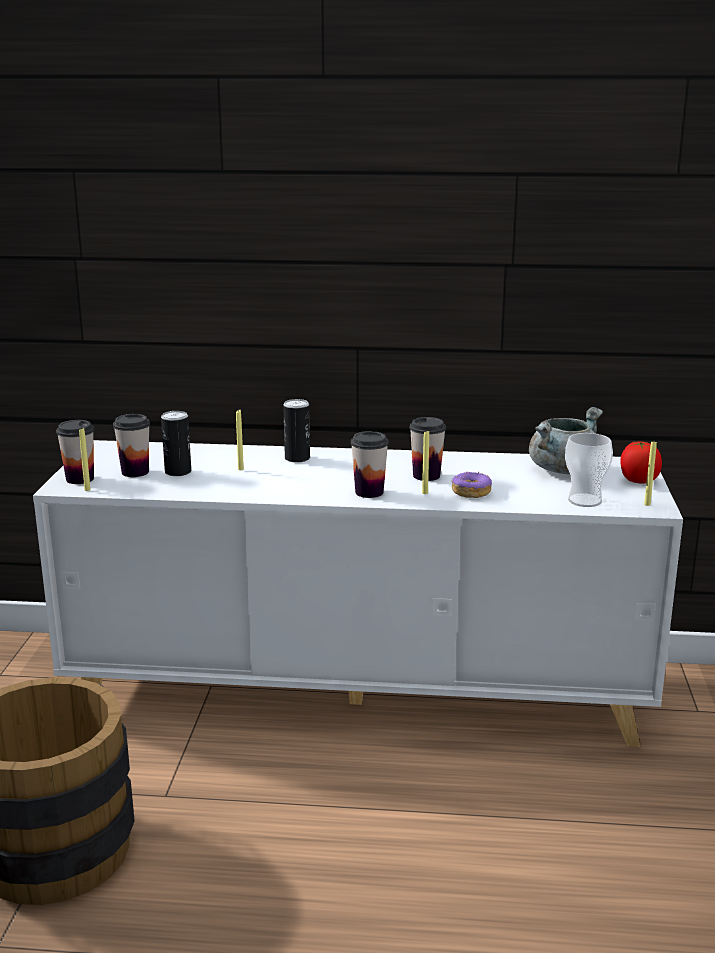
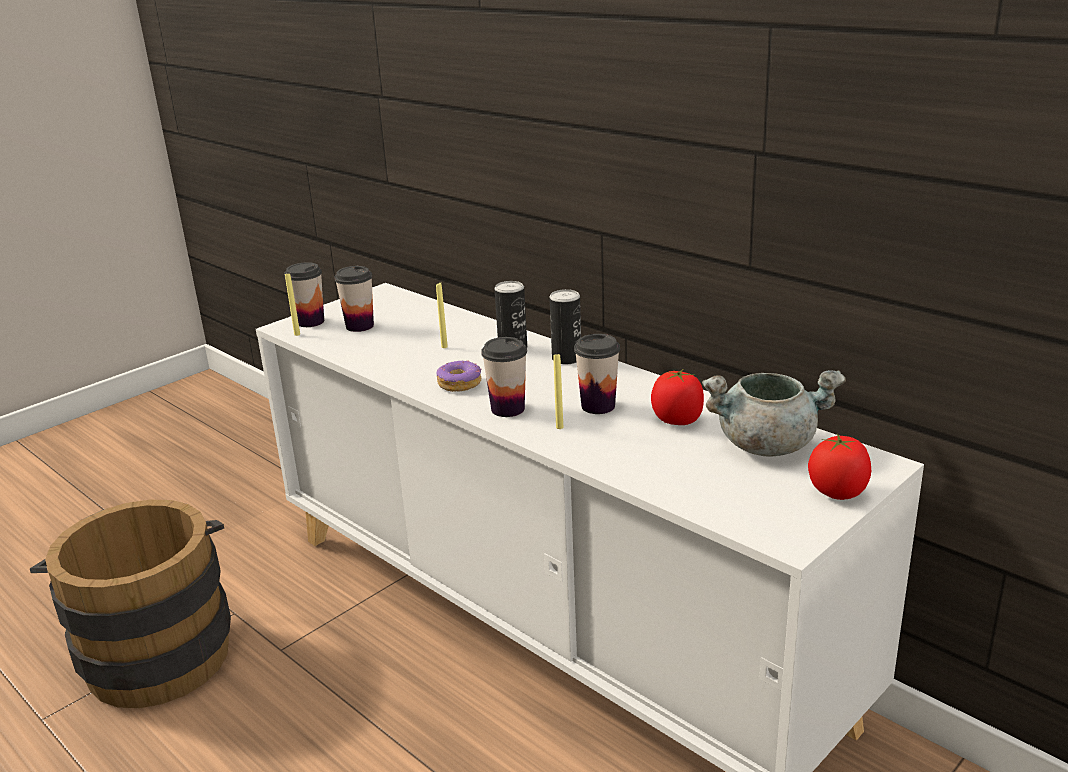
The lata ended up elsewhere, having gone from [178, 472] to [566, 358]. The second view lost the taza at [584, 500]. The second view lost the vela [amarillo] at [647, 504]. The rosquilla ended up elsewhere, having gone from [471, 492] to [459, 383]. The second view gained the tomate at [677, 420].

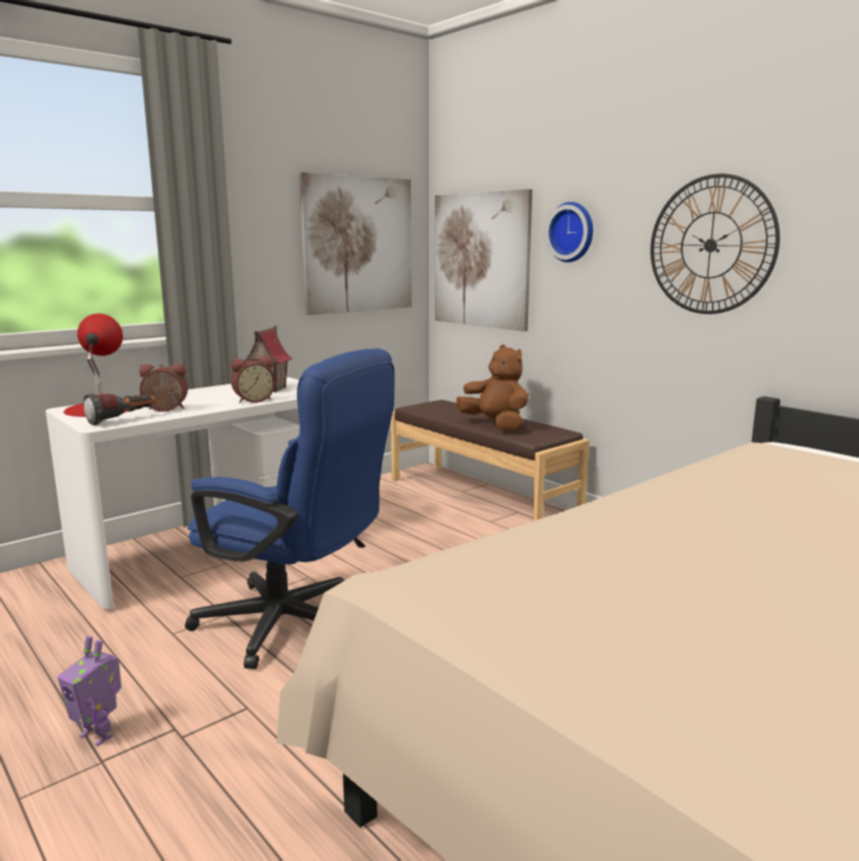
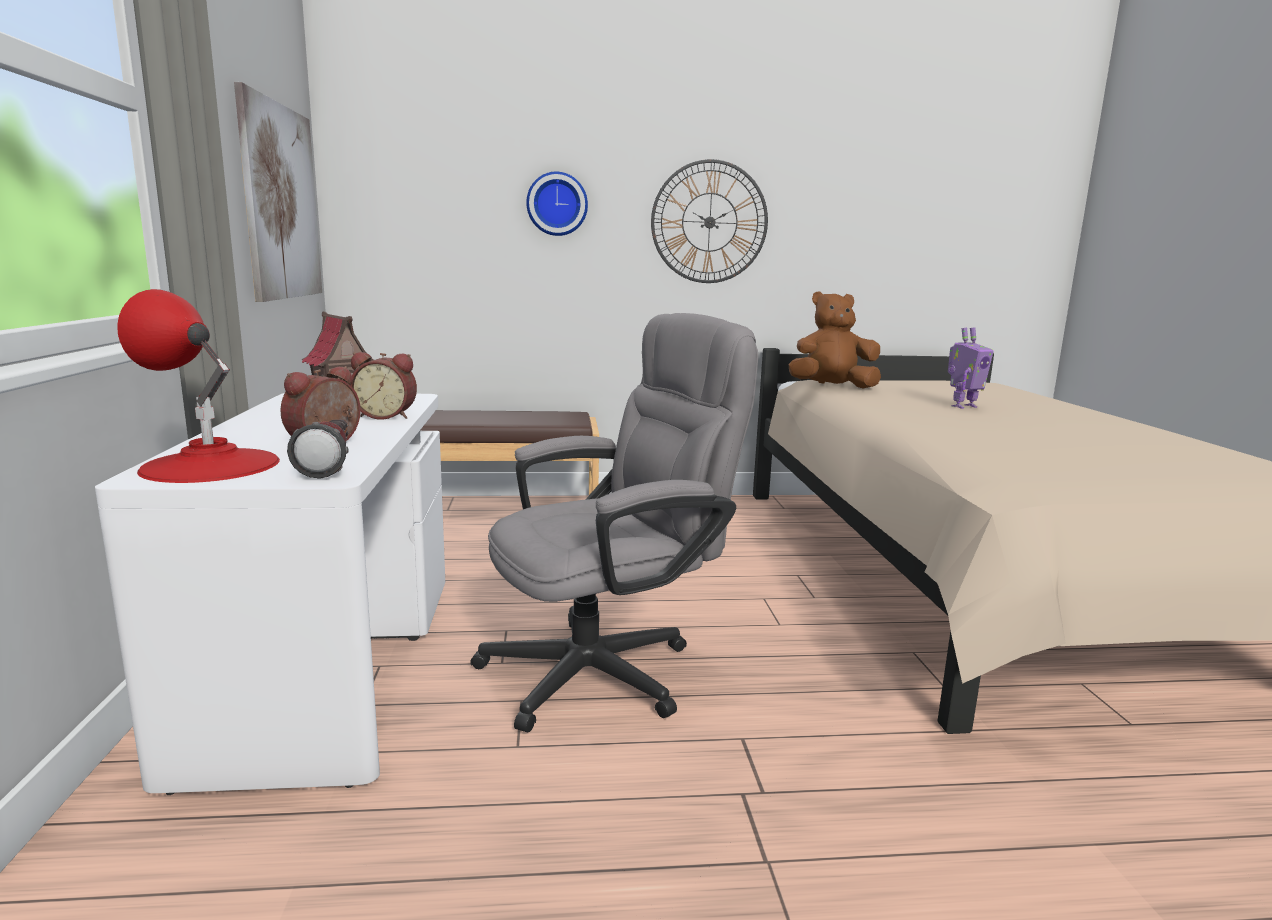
The second view lost the cuadro at [481, 260]. The peluche [marrón] ended up elsewhere, having gone from [495, 425] to [831, 387]. What was the silla de oficina [azul] at [295, 626] turned into the silla de oficina [gris] at [608, 668]. The despertador at [253, 400] ended up facing another way, 90 degrees clockwise from before. The robot de juguete ended up elsewhere, having gone from [98, 735] to [962, 406].

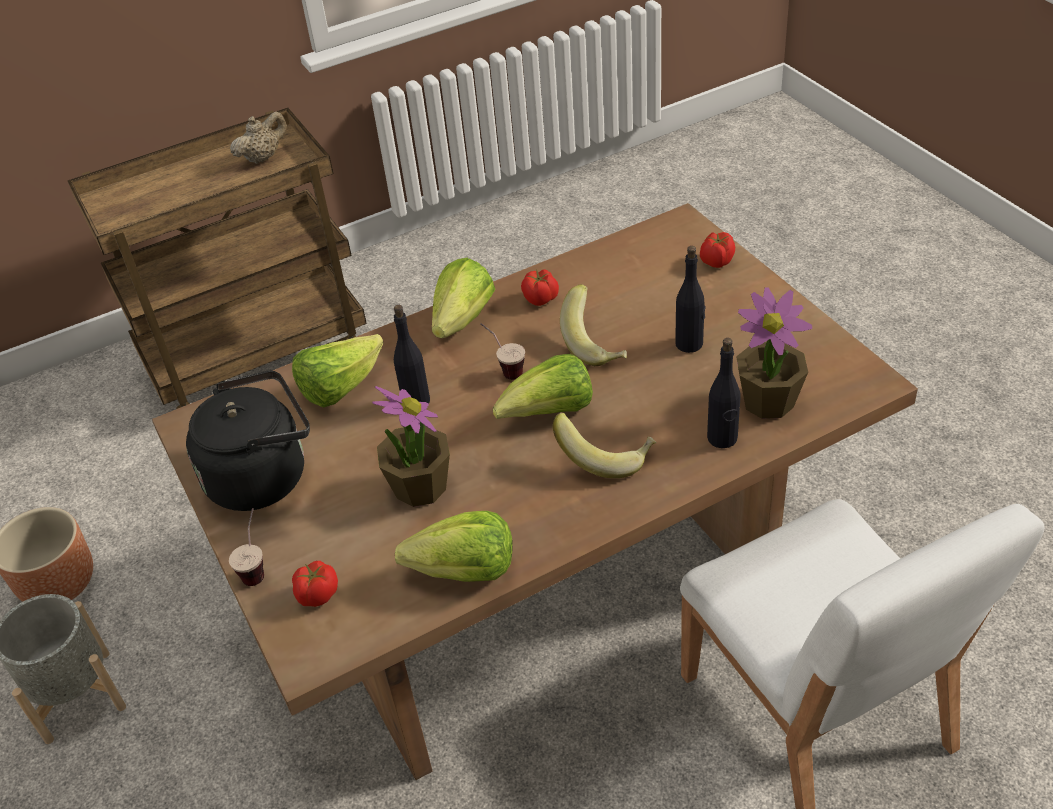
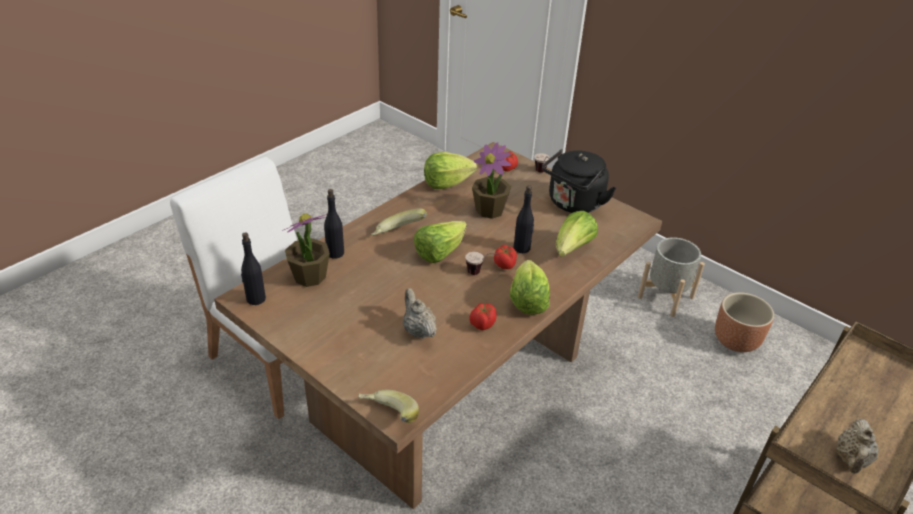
The tomate ended up elsewhere, having gone from [716, 261] to [505, 265]. The botella [negro] ended up elsewhere, having gone from [689, 344] to [255, 299]. The plátano ended up elsewhere, having gone from [596, 344] to [387, 418]. The second view gained the tetera [beis] at [418, 330].

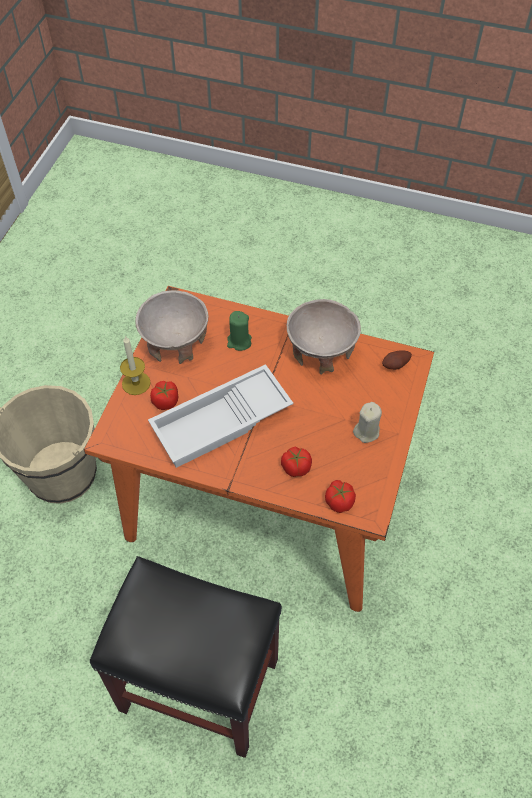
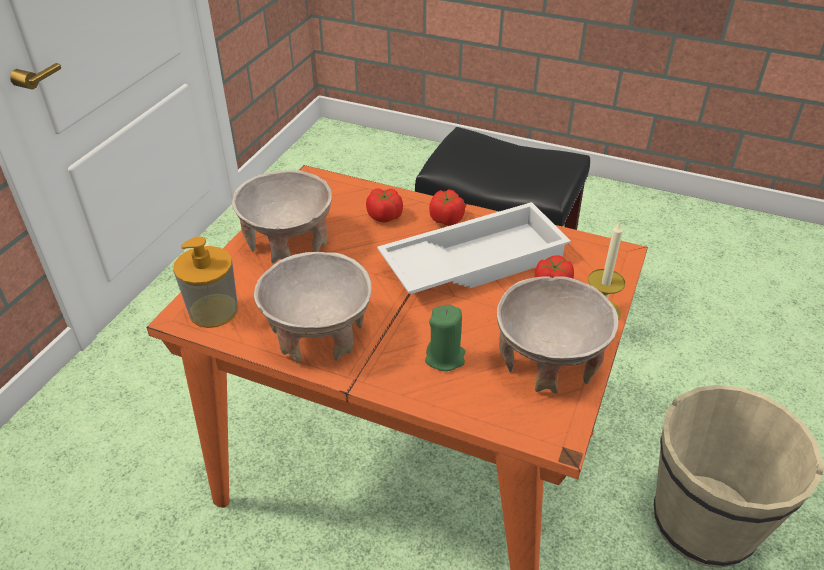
Where the patata stood at [396, 365], the dispensador de jabón came to stand at [213, 311]. Where the vela [beis] stood at [366, 431], the cuenco [beis] came to stand at [288, 242]. The tomate ended up elsewhere, having gone from [339, 501] to [446, 219].

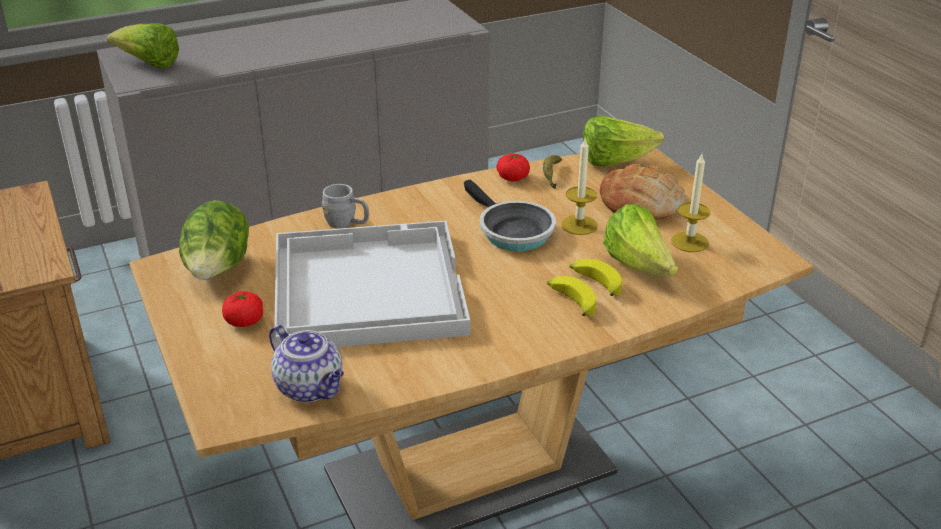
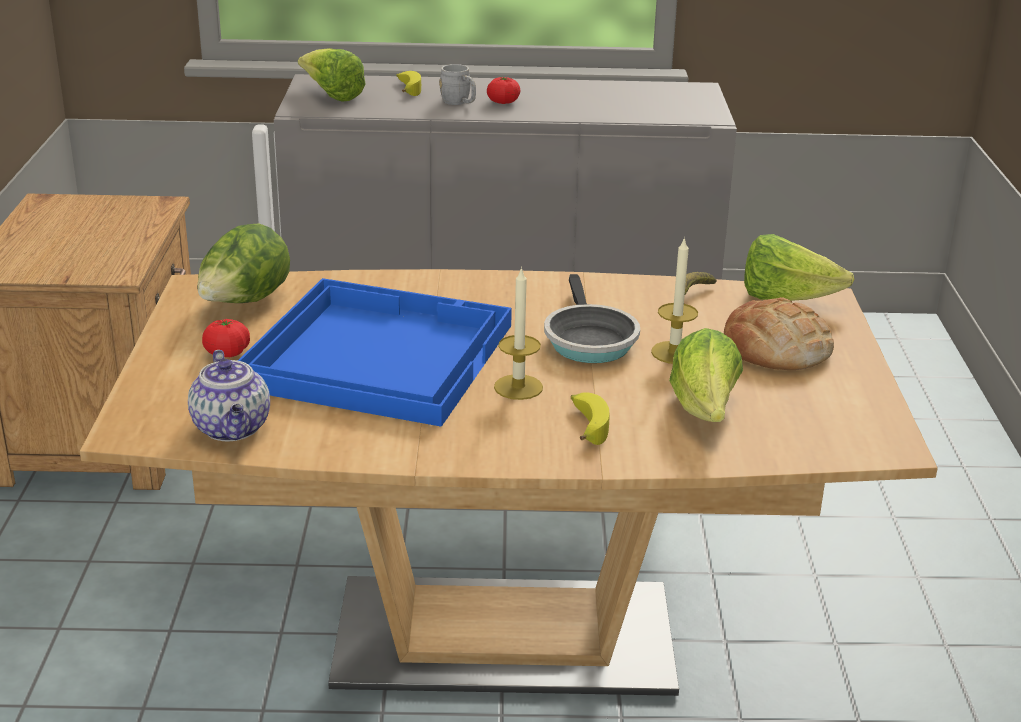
The tomate ended up elsewhere, having gone from [512, 178] to [503, 102]. The vela ended up elsewhere, having gone from [689, 242] to [518, 387]. The taza grande [gris] ended up elsewhere, having gone from [347, 224] to [459, 103]. What was the bandeja [blanco] at [366, 287] turned into the bandeja [azul] at [376, 354]. The plátano ended up elsewhere, having gone from [595, 283] to [407, 89].

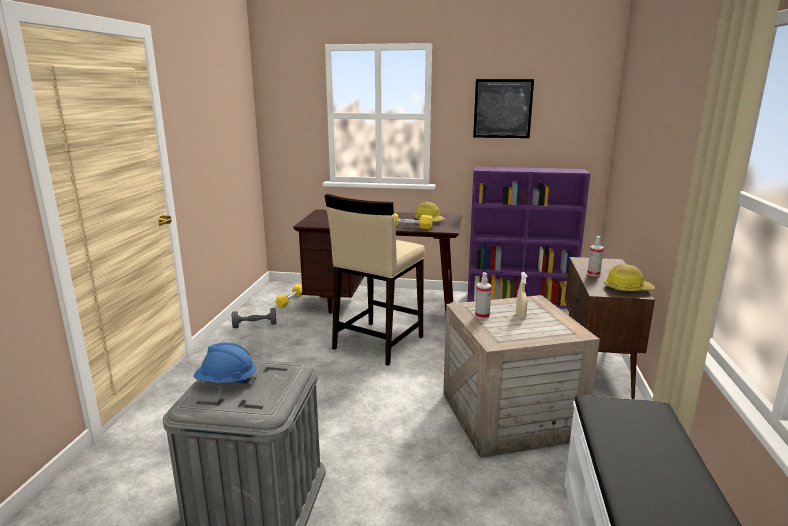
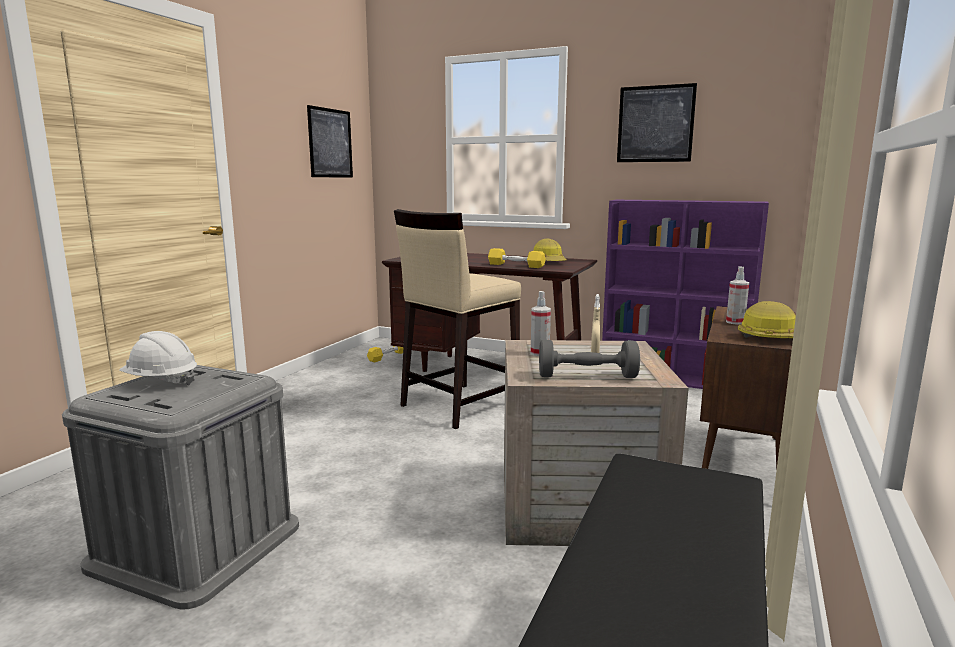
The mancuerna [gris] ended up elsewhere, having gone from [255, 325] to [587, 376]. What was the casco [azul] at [226, 382] turned into the casco [blanco] at [161, 382]. The second view gained the cuadro at [330, 143].

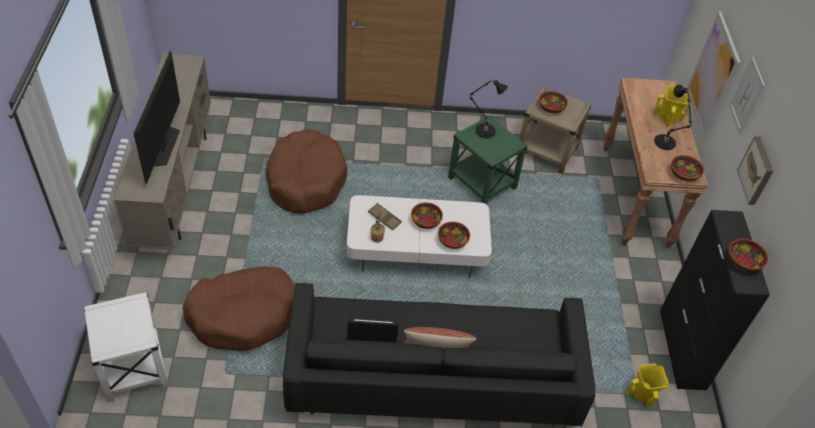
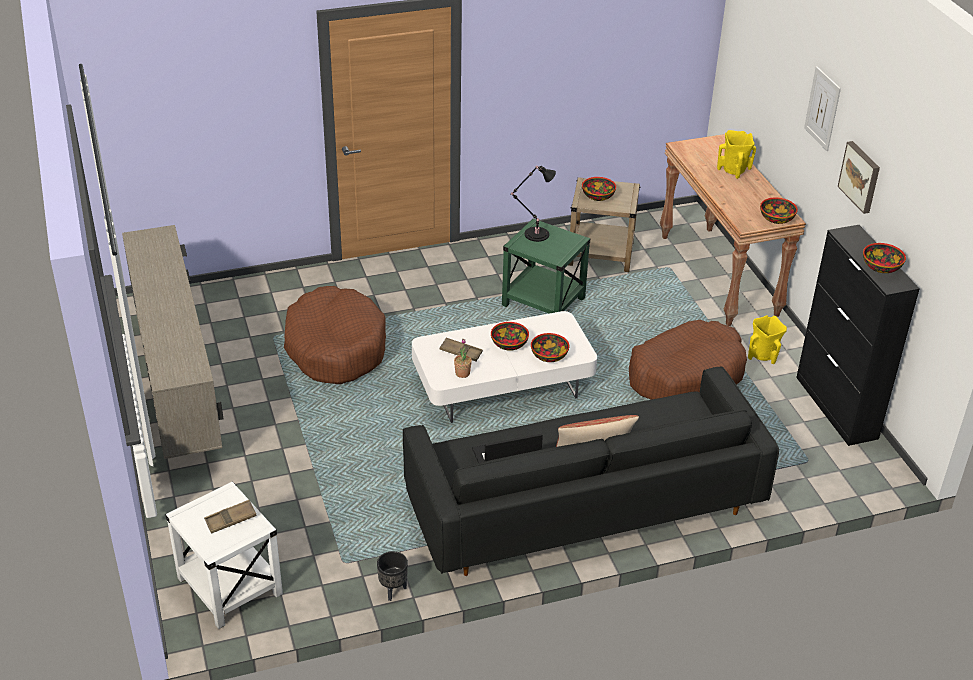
The second view lost the cuadro at [713, 76]. The second view lost the televisor at [162, 146]. The second view lost the lámpara de mesa [negro] at [665, 143]. The cama para perro [marrón] ended up elsewhere, having gone from [244, 315] to [686, 376]. The florero [amarillo] ended up elsewhere, having gone from [642, 394] to [763, 355]. The second view gained the bandeja [marrón] at [230, 519]. The second view gained the maceta [negro] at [392, 591].

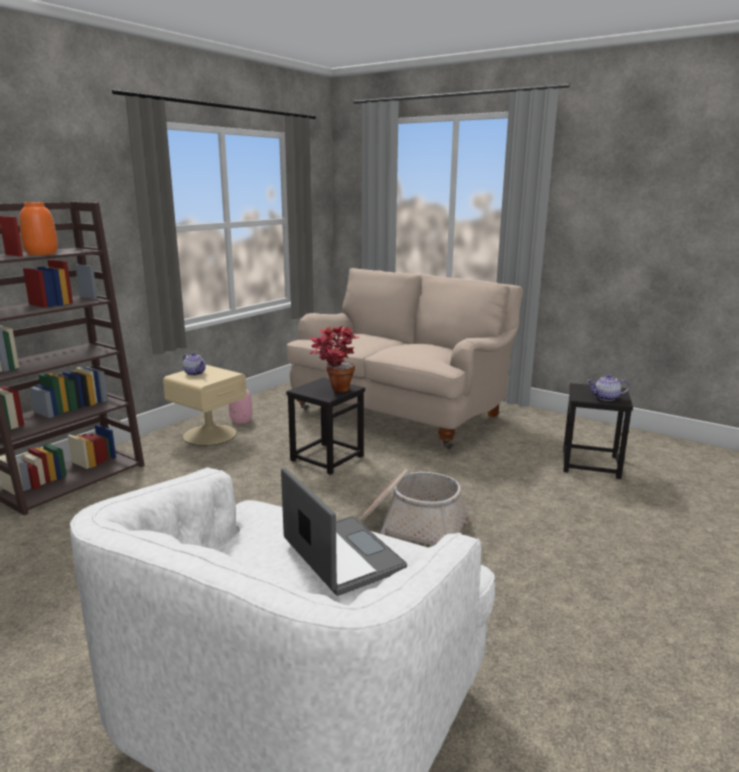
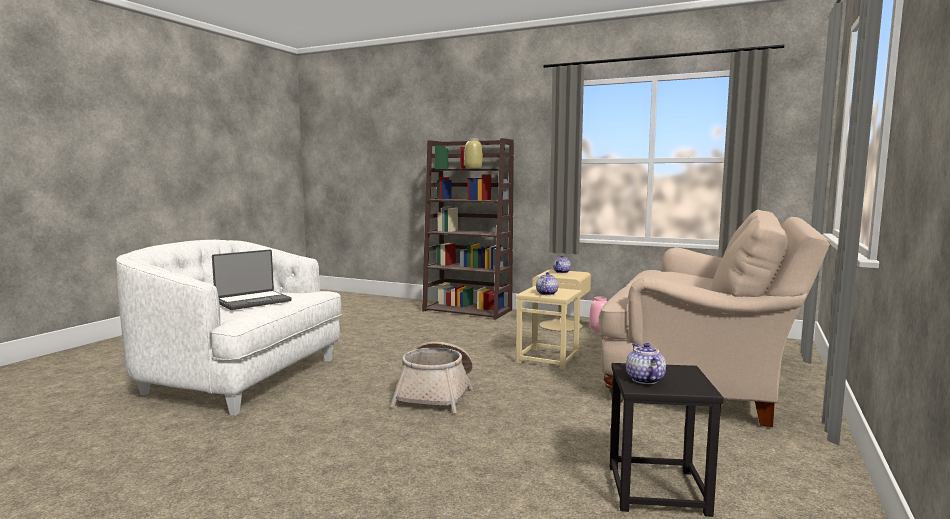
What was the florero [naranja] at [41, 253] turned into the florero [beis] at [473, 168]. Where the planta en maceta stood at [334, 390], the tetera came to stand at [546, 293]. What was the taburete [negro] at [326, 458] turned into the taburete [beis] at [548, 359].

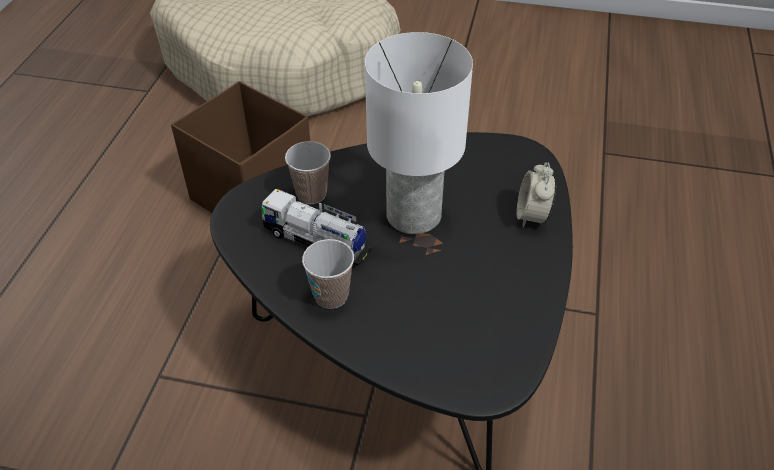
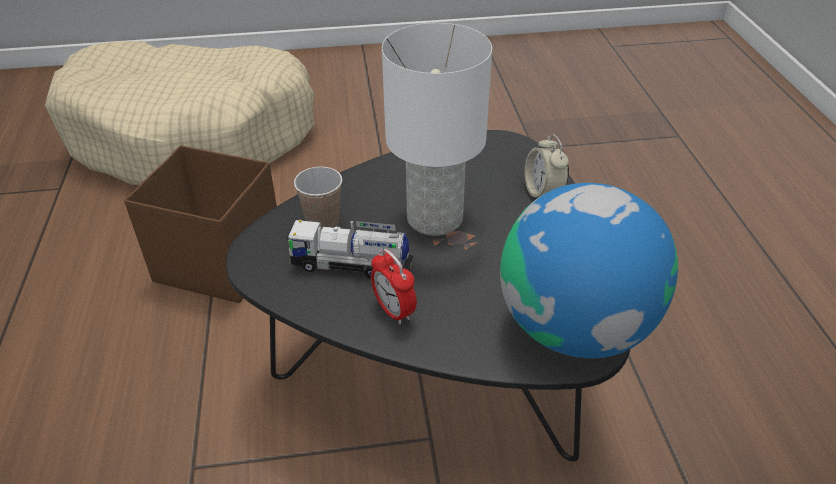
Where the taza stood at [331, 296], the despertador came to stand at [394, 311]. The second view gained the globo terráqueo at [575, 326].

